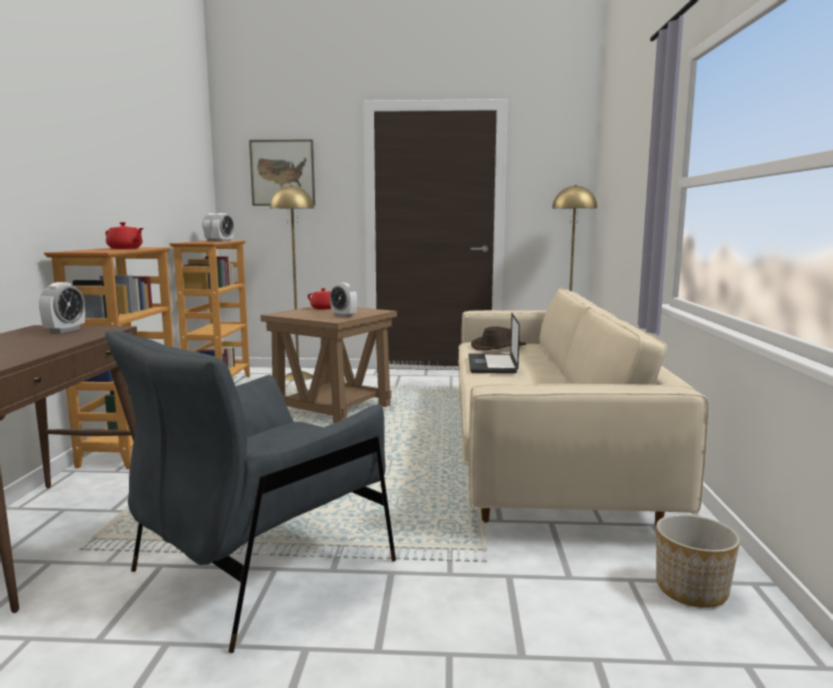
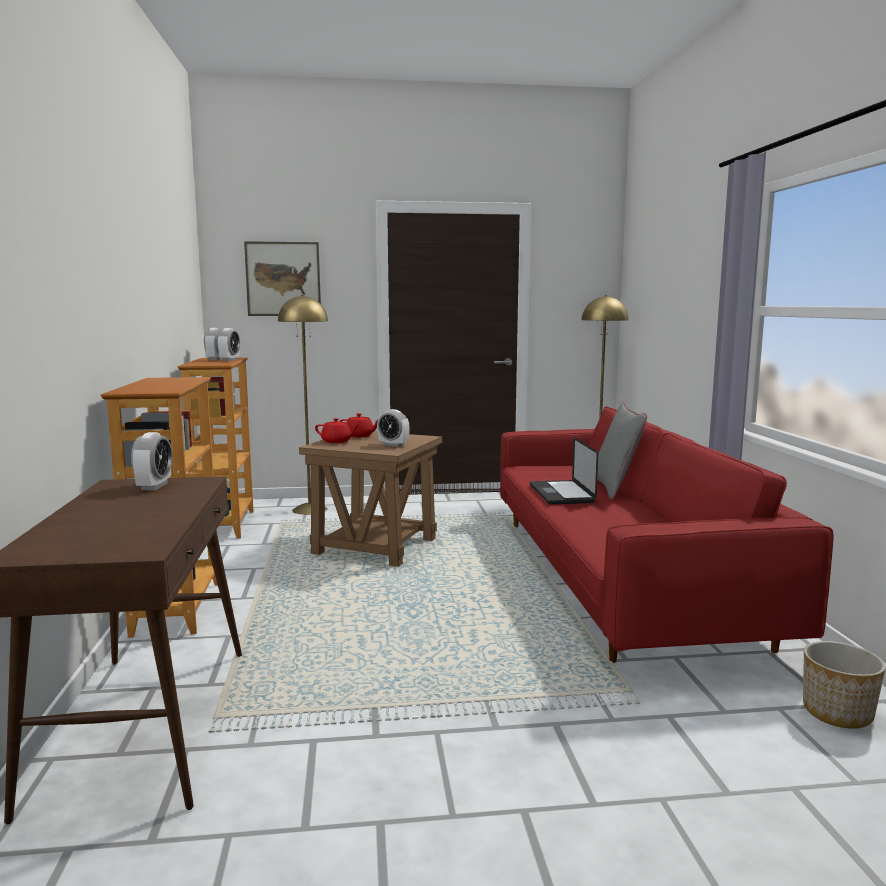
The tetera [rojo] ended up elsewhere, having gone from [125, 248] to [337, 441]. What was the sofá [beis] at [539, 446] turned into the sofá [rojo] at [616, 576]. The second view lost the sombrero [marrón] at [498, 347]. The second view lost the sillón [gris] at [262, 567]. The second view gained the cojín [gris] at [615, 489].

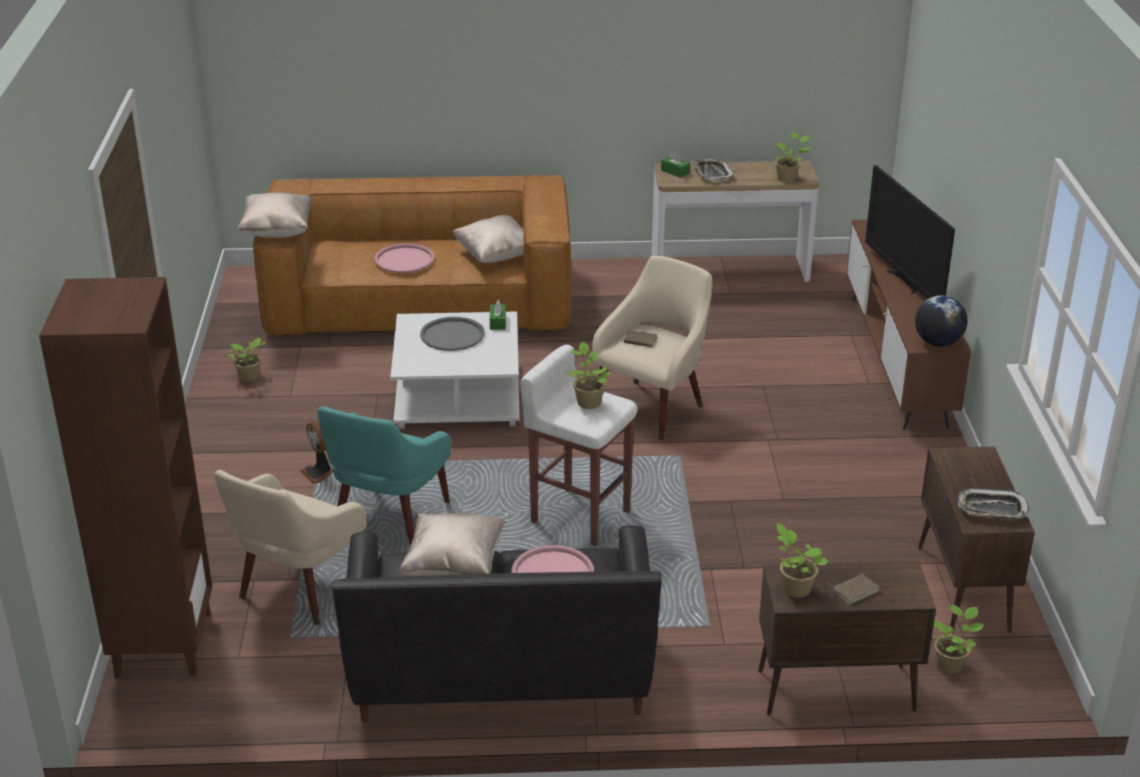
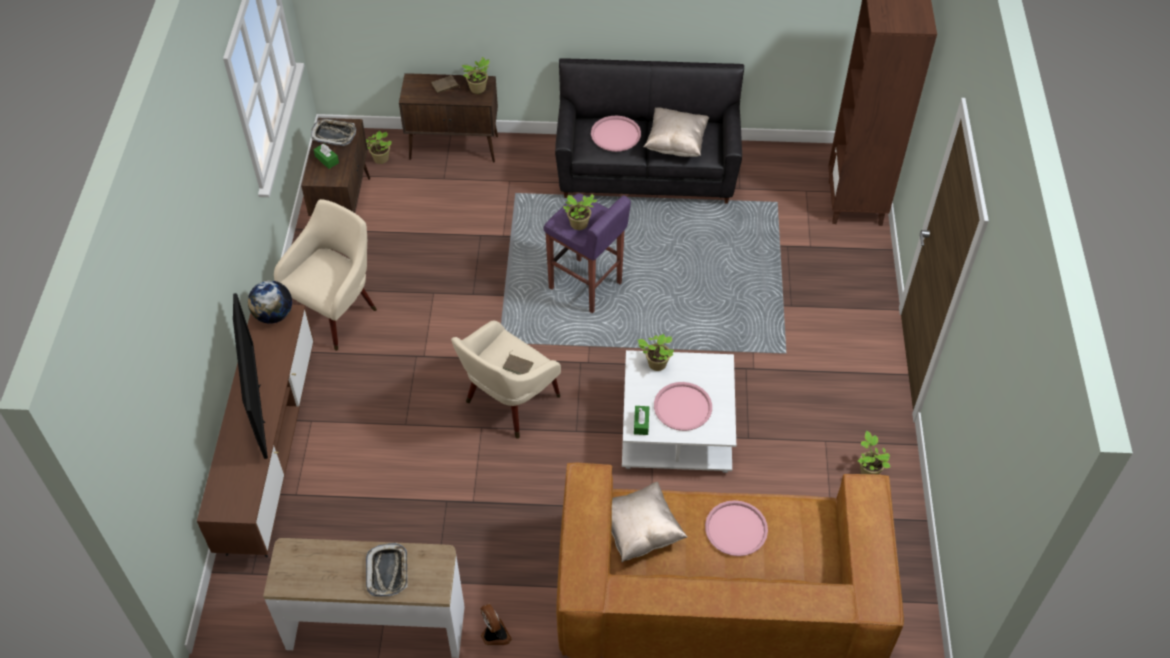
The planta en maceta ended up elsewhere, having gone from [788, 178] to [655, 364]. The caja de pañuelos [verde] ended up elsewhere, having gone from [675, 172] to [327, 159]. The second view lost the cojín [beis] at [277, 231]. What was the bandeja [gris] at [452, 335] turned into the bandeja [rosa] at [682, 407]. What was the taburete [blanco] at [579, 516] turned into the taburete [morado] at [585, 287]. The second view lost the sillón [turquesa] at [388, 521]. The ventilador ended up elsewhere, having gone from [319, 473] to [494, 634]. The sillón [beis] ended up elsewhere, having gone from [298, 591] to [336, 311].

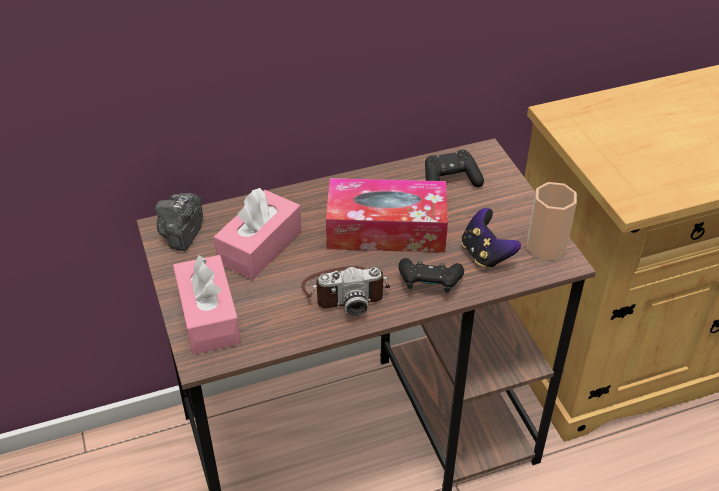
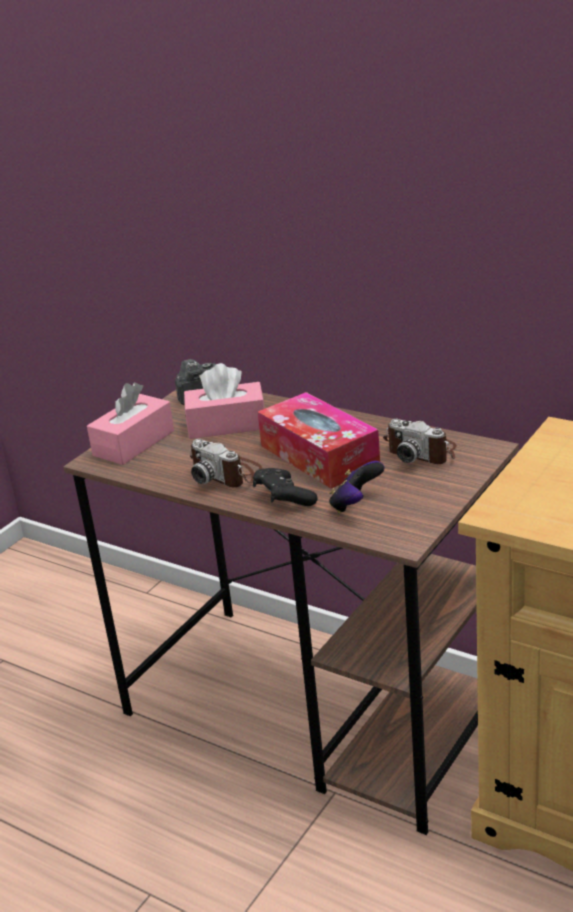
Where the mando de consola [negro] stood at [450, 181], the cámara came to stand at [422, 452]. The second view lost the taza at [546, 246].

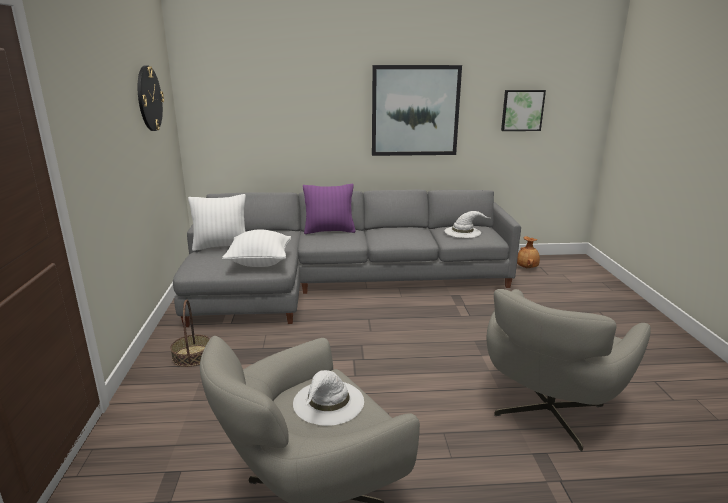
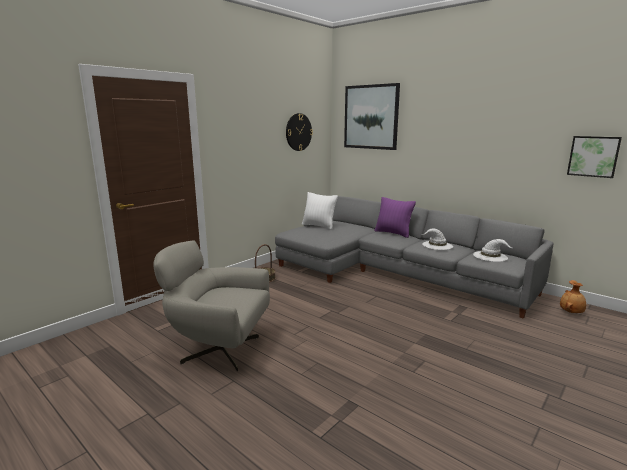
The cuadro ended up elsewhere, having gone from [415, 111] to [371, 117]. The second view lost the cojín [blanco] at [260, 262]. The second view lost the sillón [gris] at [547, 413]. The sombrero [blanco] ended up elsewhere, having gone from [328, 403] to [437, 245].

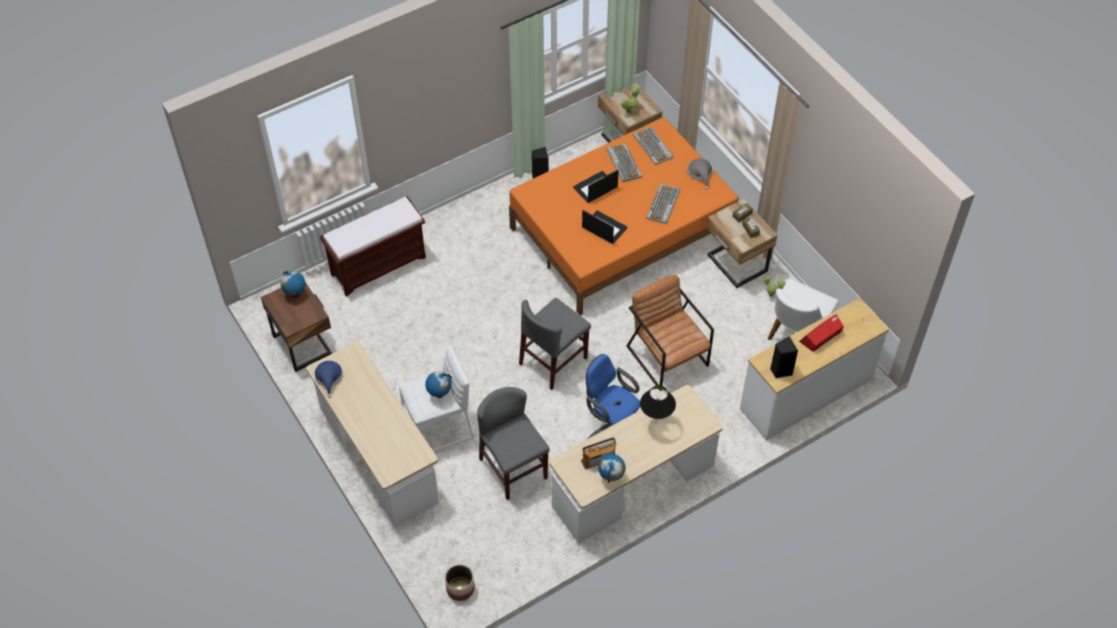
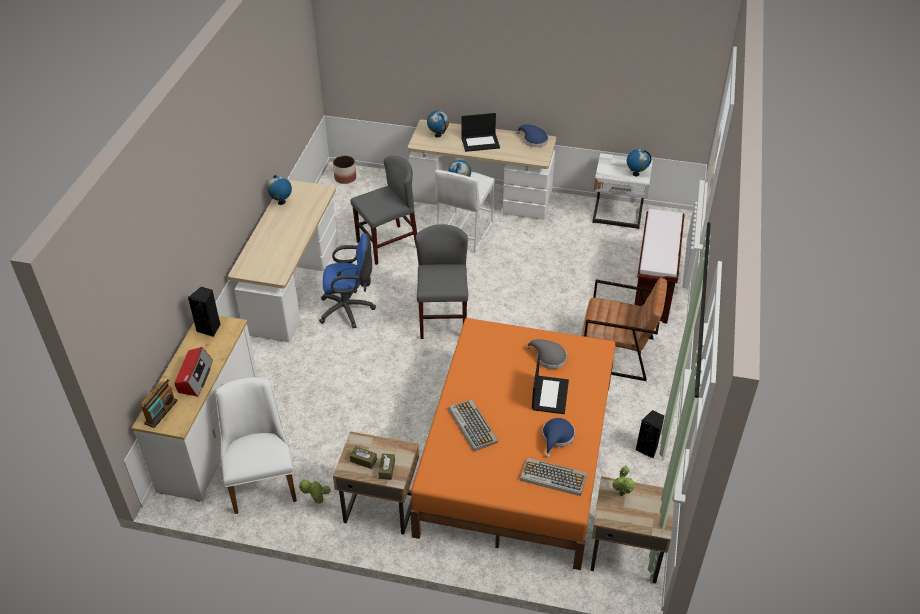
Where the teclado stood at [623, 163], the sombrero [azul] came to stand at [557, 437]. The sombrero [gris] ended up elsewhere, having gone from [700, 173] to [548, 357]. The portátil ended up elsewhere, having gone from [603, 228] to [480, 142]. The sillón [marrón] ended up elsewhere, having gone from [667, 355] to [617, 353]. What was the mesita de noche [marrón] at [304, 344] turned into the mesita de noche [blanco] at [617, 216]. The second view lost the lámpara de mesa [negro] at [655, 423]. The silla [gris] at [513, 468] ended up facing another way, 45 degrees counterclockwise from before. The radio ended up elsewhere, having gone from [598, 459] to [161, 412]. The second view gained the globo terráqueo at [438, 135].

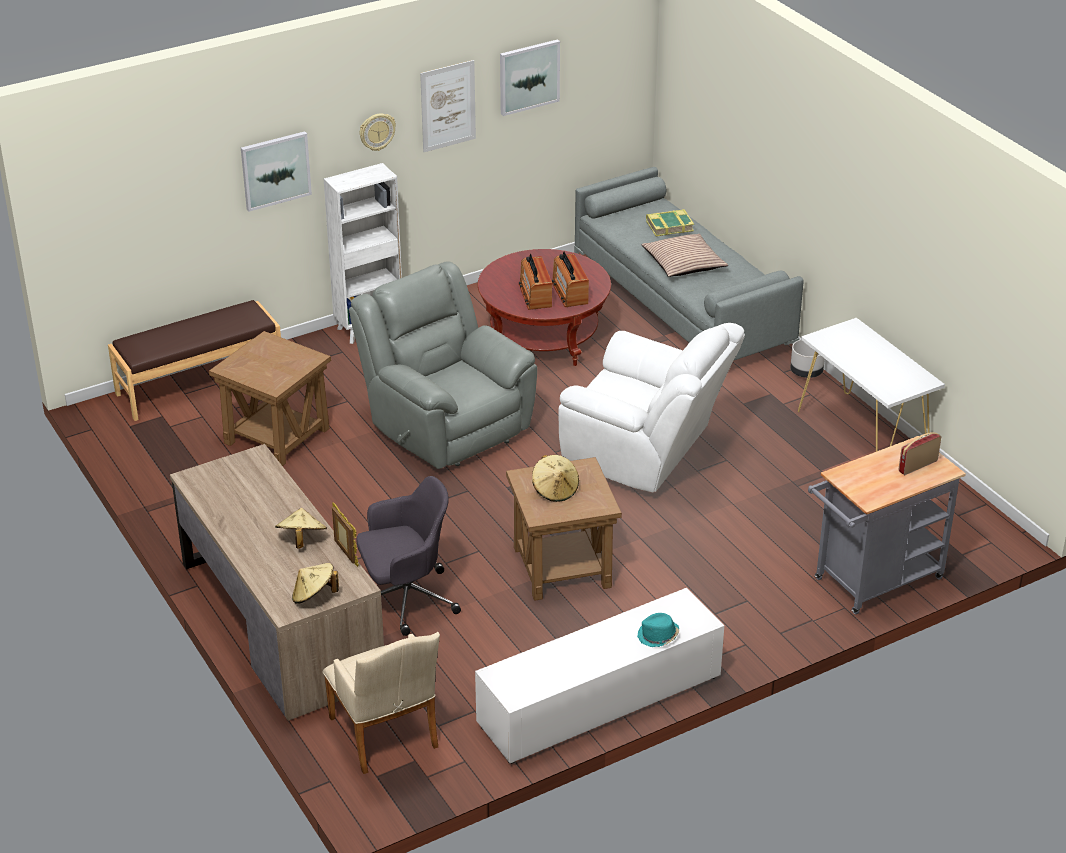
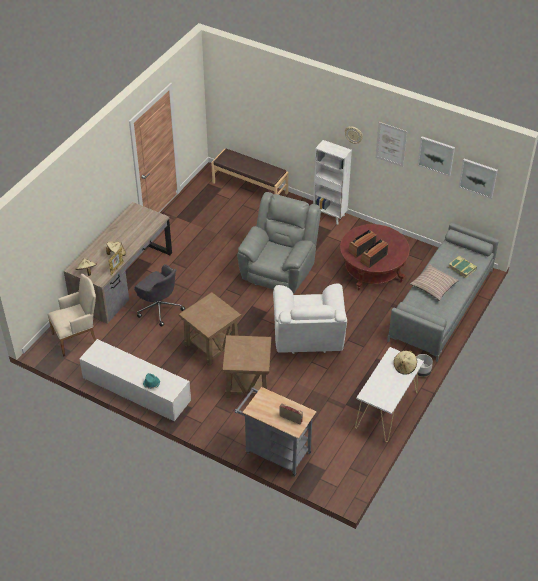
The cuadro ended up elsewhere, having gone from [275, 170] to [478, 177]. The mesa auxiliar [marrón] ended up elsewhere, having gone from [277, 436] to [247, 383]. The sombrero [beis] ended up elsewhere, having gone from [555, 490] to [404, 367]. The sillón [beis] at [386, 737] ended up facing another way, 150 degrees counterclockwise from before.

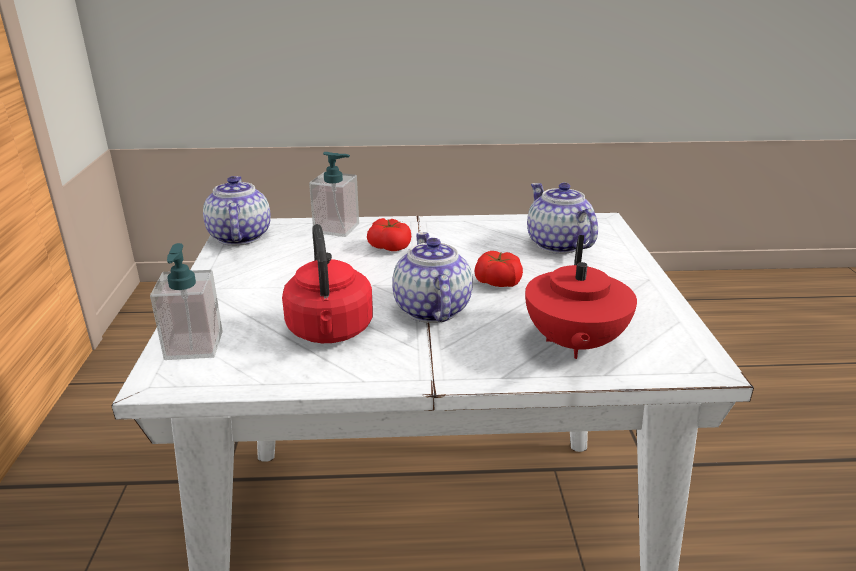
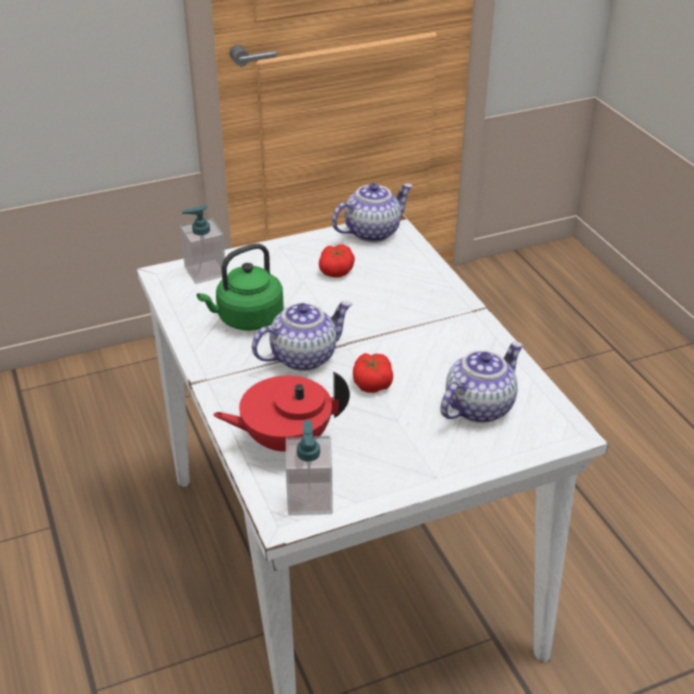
The dispensador de jabón ended up elsewhere, having gone from [337, 228] to [310, 499]. The tomate ended up elsewhere, having gone from [389, 246] to [336, 270]. What was the hervidor [rojo] at [330, 332] turned into the hervidor [verde] at [247, 319].

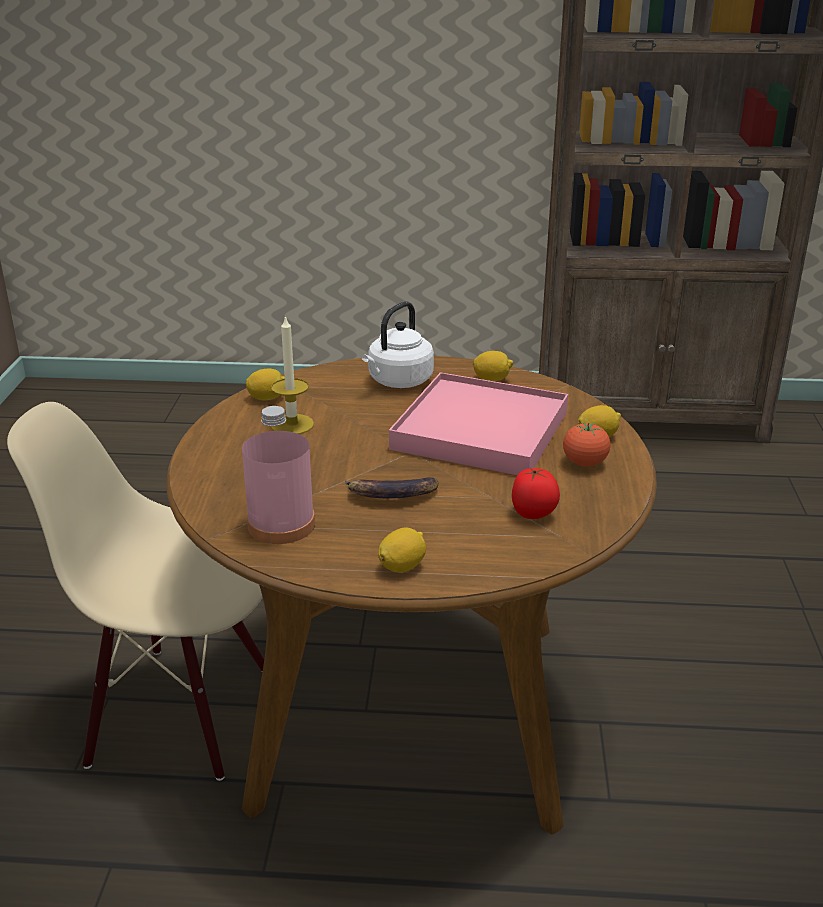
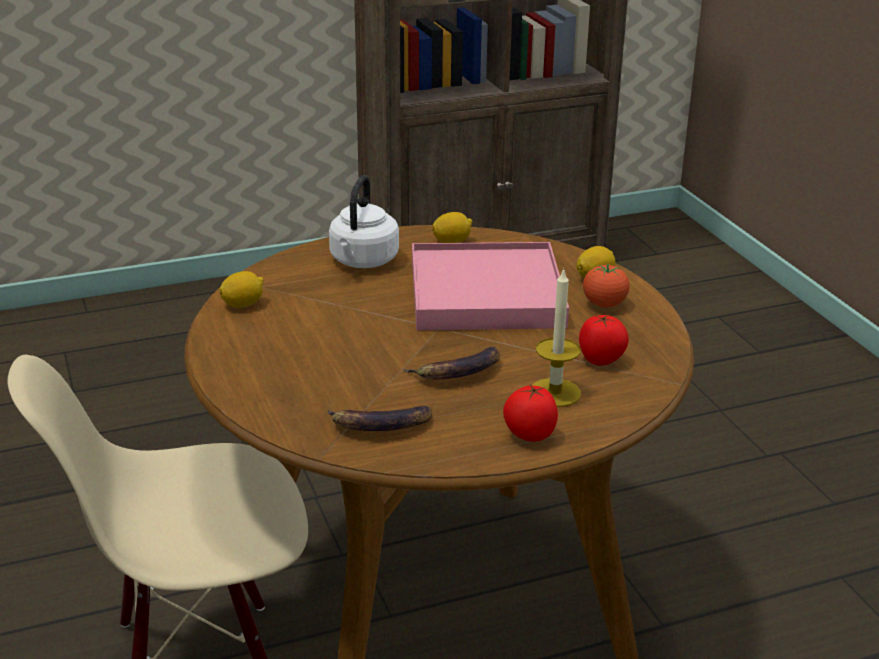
The vela ended up elsewhere, having gone from [292, 424] to [555, 393]. Where the botella [rosa] stood at [281, 525], the plátano came to stand at [380, 426]. Where the limón stood at [402, 566], the tomate came to stand at [529, 435].

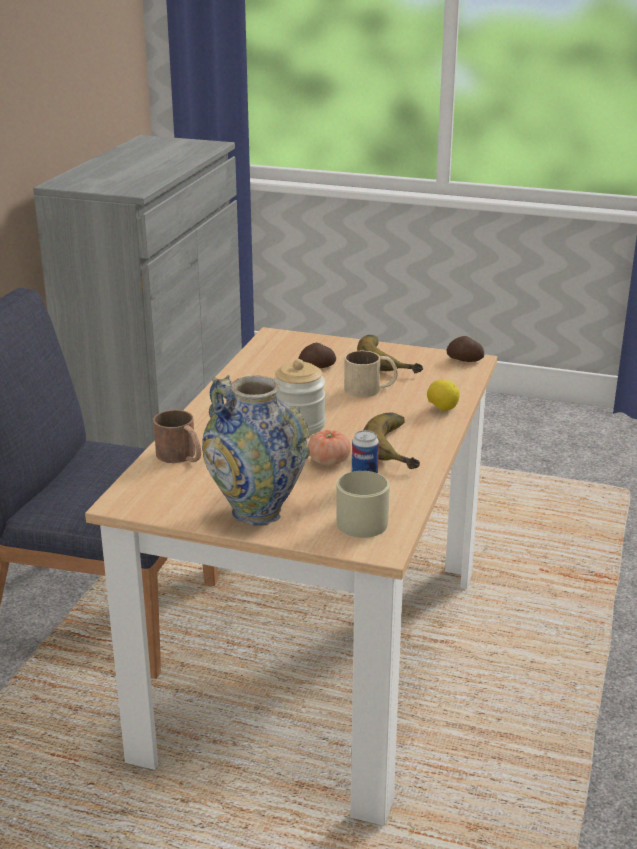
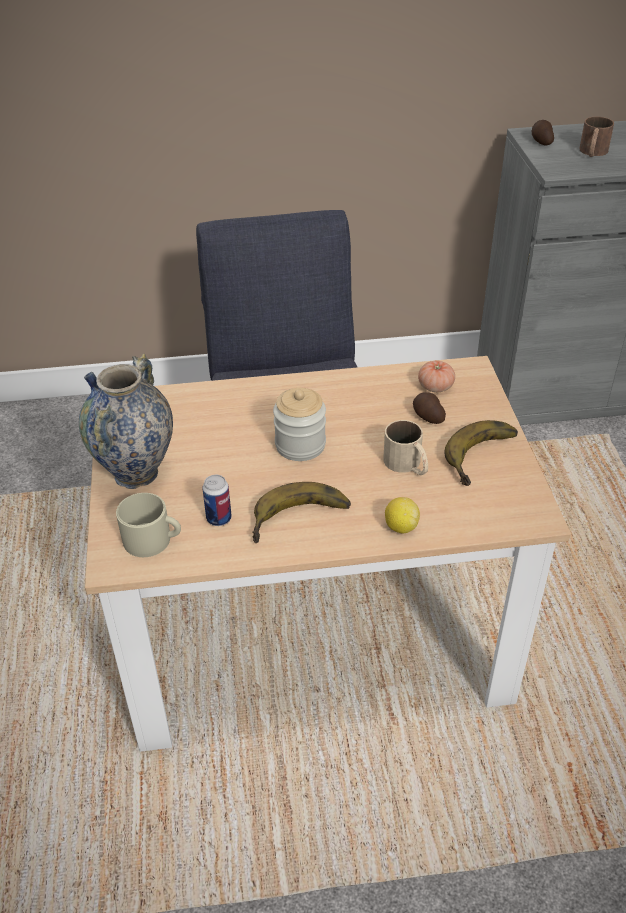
The patata ended up elsewhere, having gone from [464, 360] to [541, 141]. The taza grande [marrón] ended up elsewhere, having gone from [182, 457] to [592, 153]. The tomate ended up elsewhere, having gone from [329, 461] to [435, 386].

